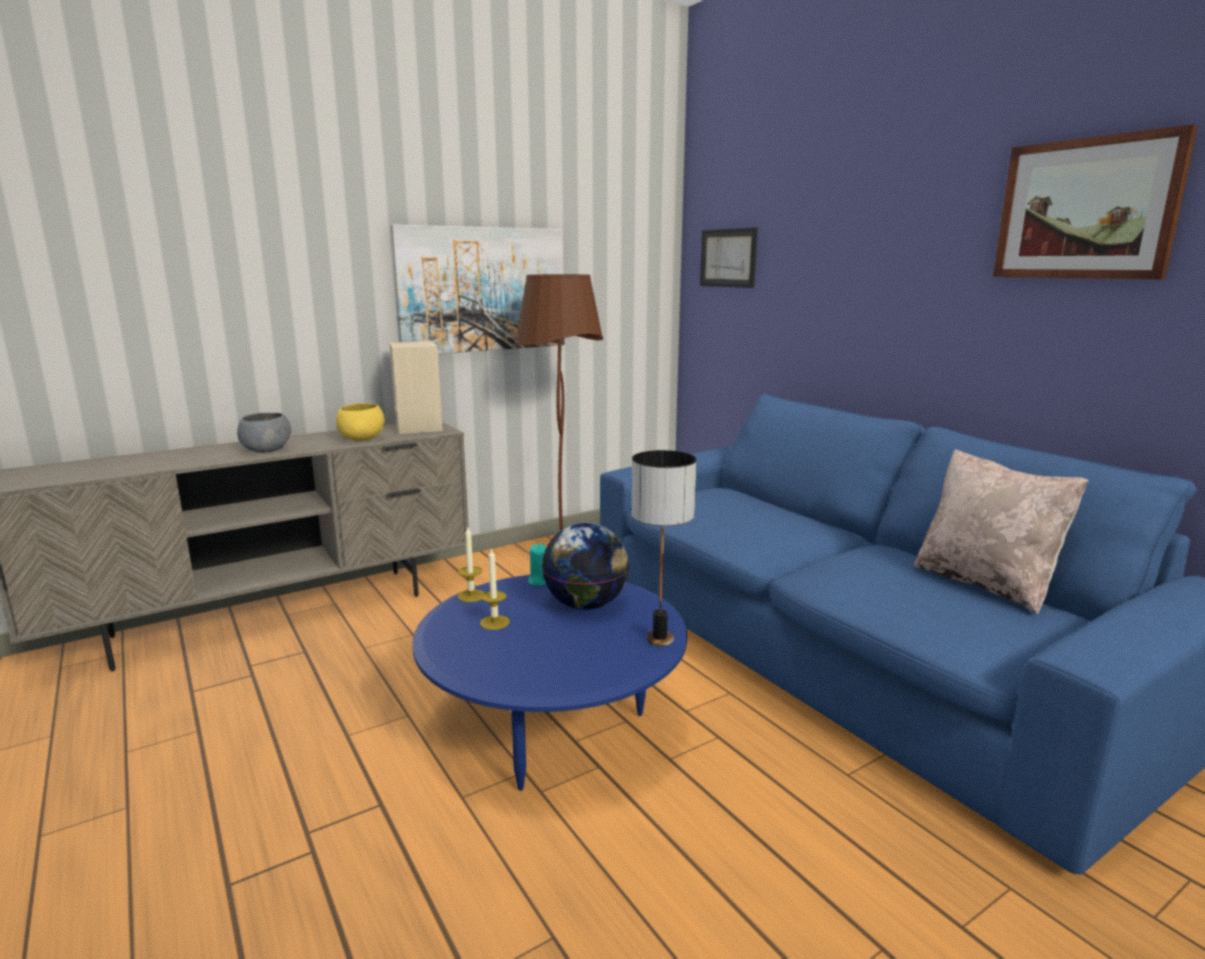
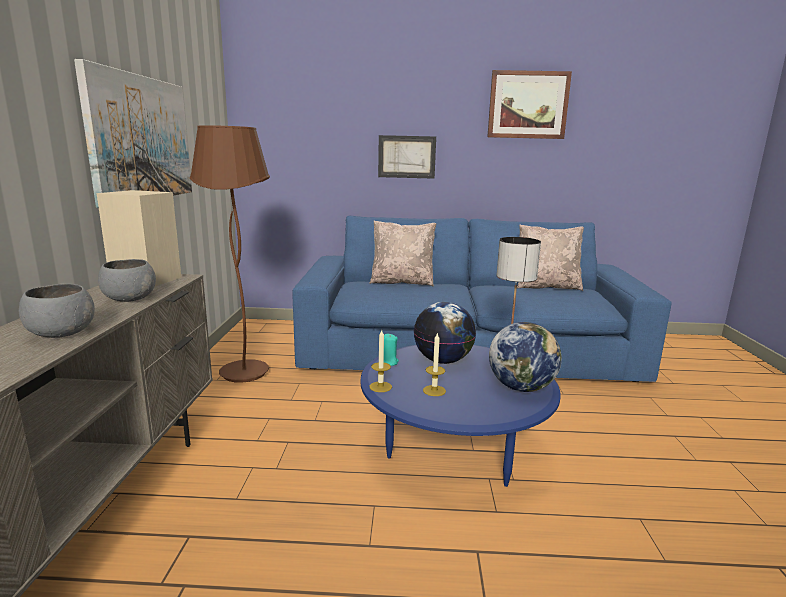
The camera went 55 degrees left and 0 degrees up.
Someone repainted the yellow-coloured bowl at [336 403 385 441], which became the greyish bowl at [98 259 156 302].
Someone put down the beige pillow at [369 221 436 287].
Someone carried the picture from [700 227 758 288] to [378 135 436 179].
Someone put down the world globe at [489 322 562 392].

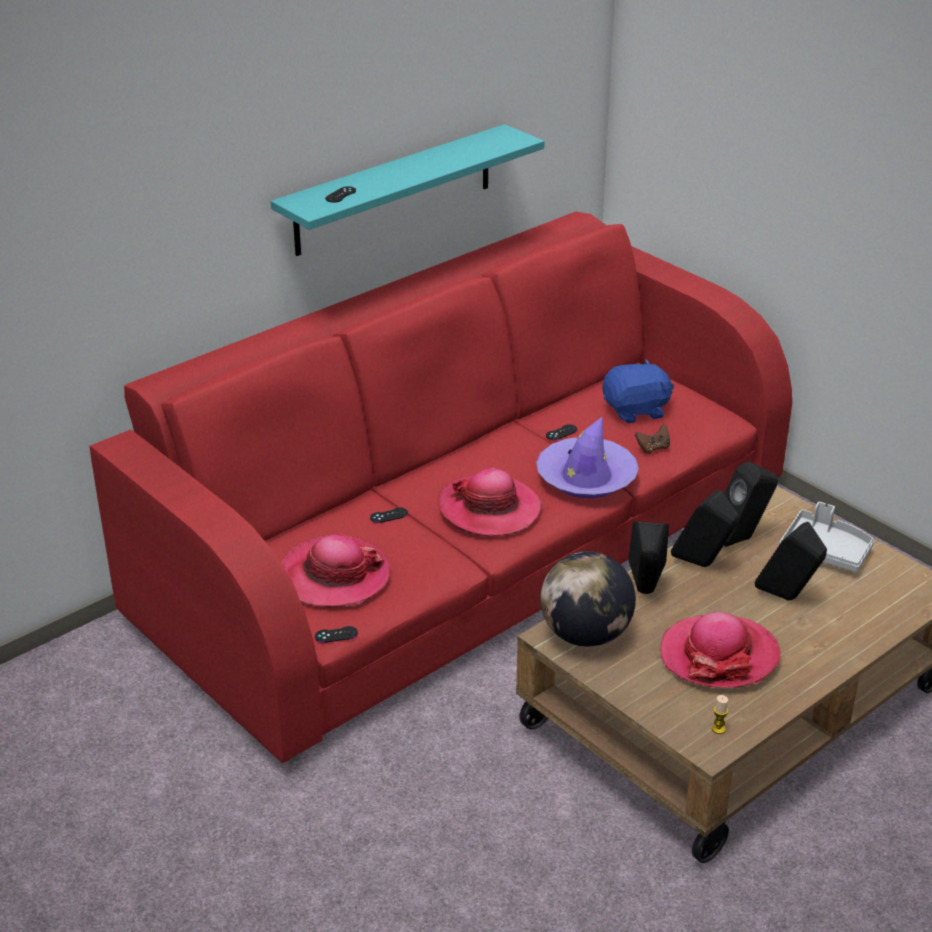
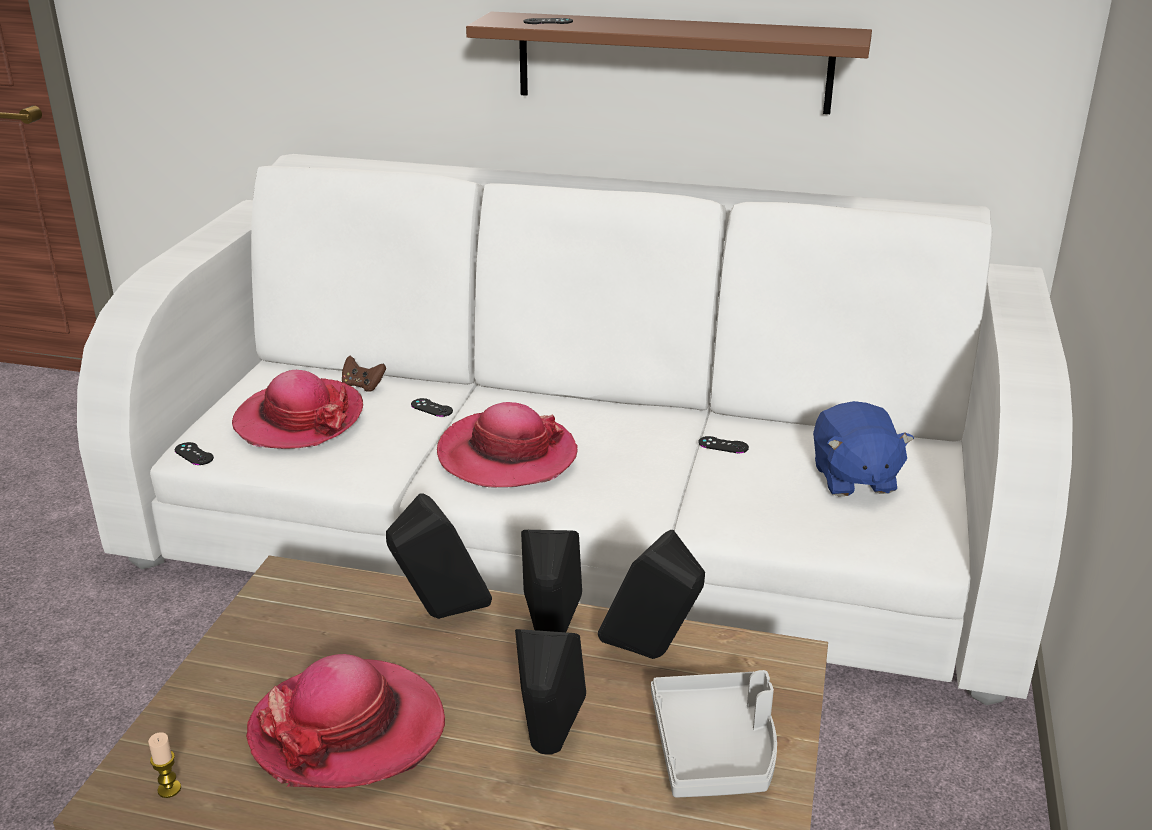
The camera went 55 degrees right and 5 degrees down.
Someone repainted the reddish couch at [90 212 792 763], which became the white couch at [77 154 1073 705].
Someone carried the brown game controller from [635 424 670 454] to [342 356 386 392].
Someone repainted the turquoise-coloured shelf at [271 124 545 256], which became the brown shelf at [466 12 872 114].
Someone rotated the blue-coloured plush toy at [602 359 674 423] by 45 degrees clockwise.
Someone took away the purple-coloured hat at [536 417 639 498].
Someone took away the world globe at [540 551 636 647].

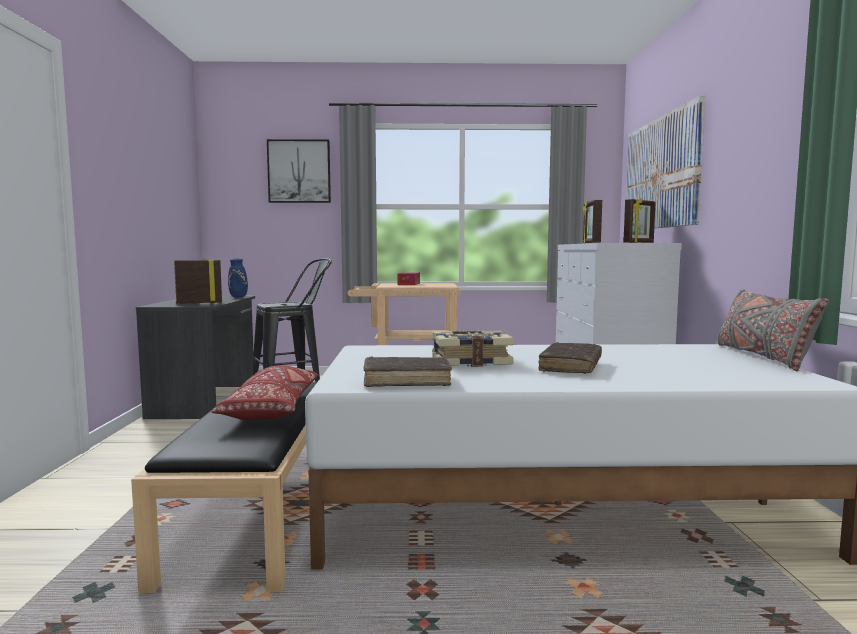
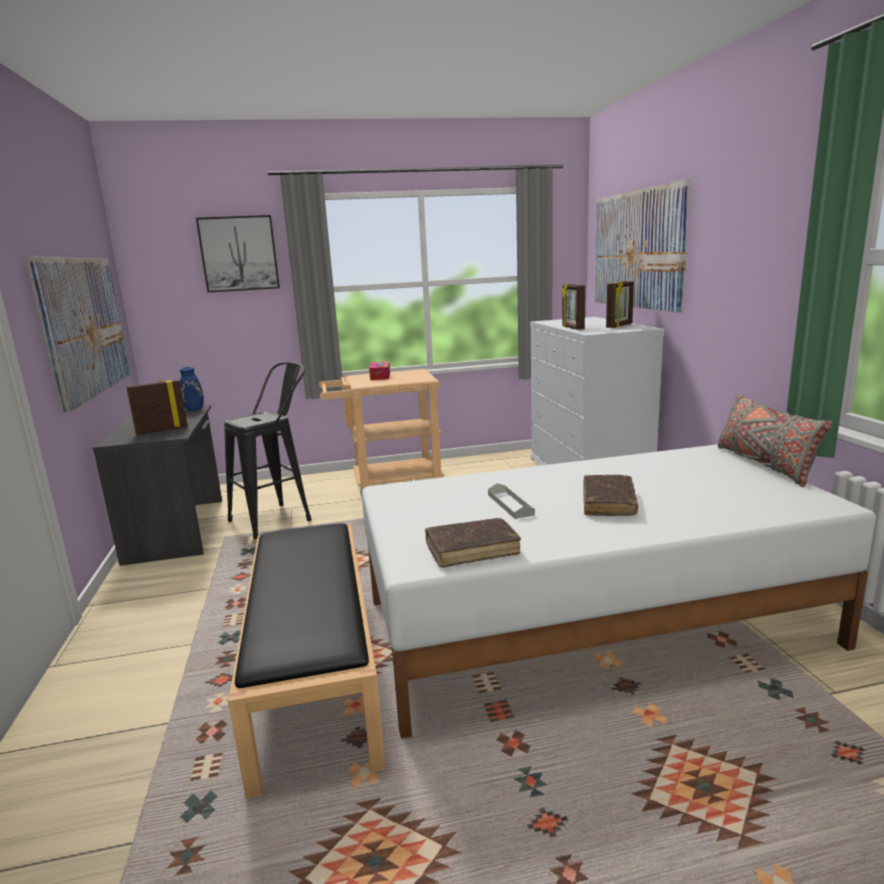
The camera went 10 degrees left and 10 degrees up.
Someone put up the picture at [25 256 131 413].
Someone swapped the bound book at [432 330 514 367] for the greyish carrying tray at [488 483 535 519].
Someone took away the reddish pillow at [212 365 318 420].

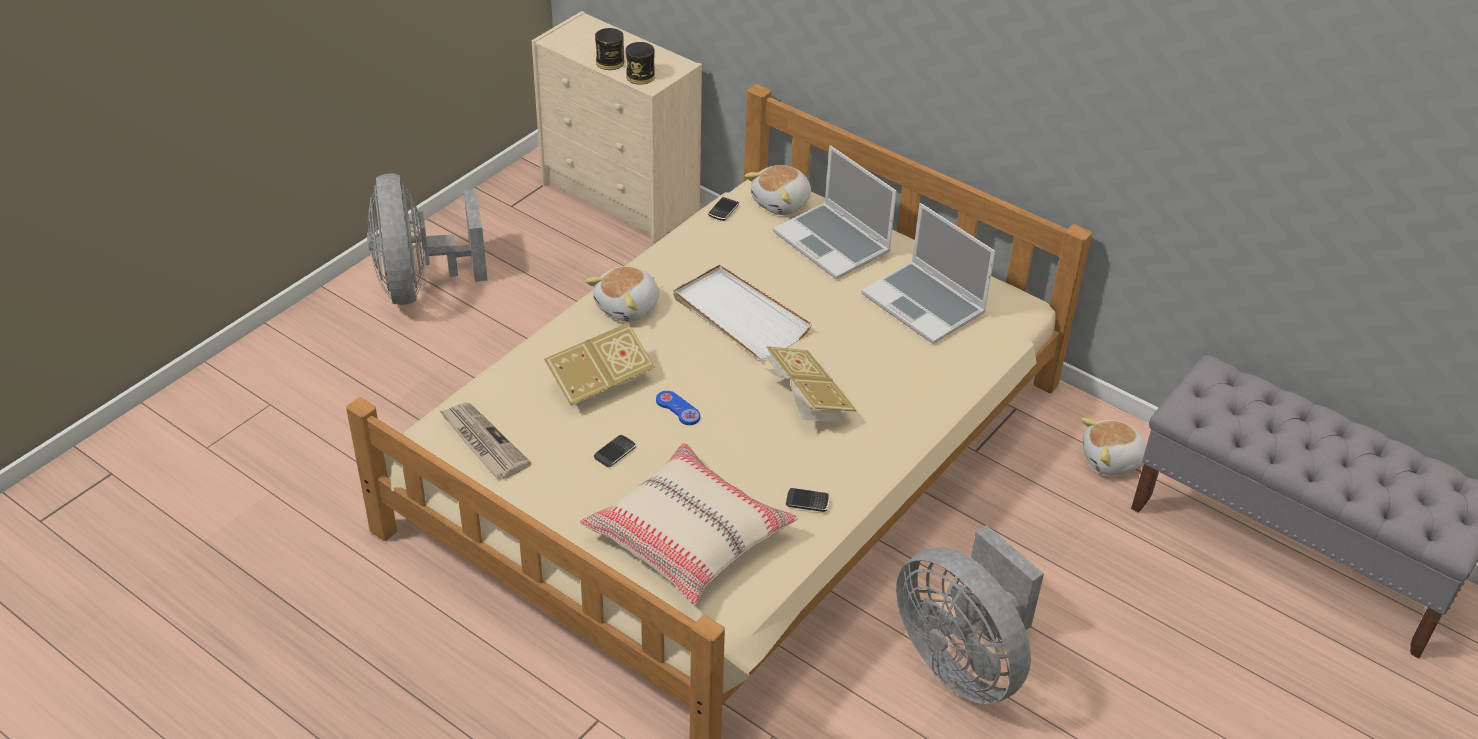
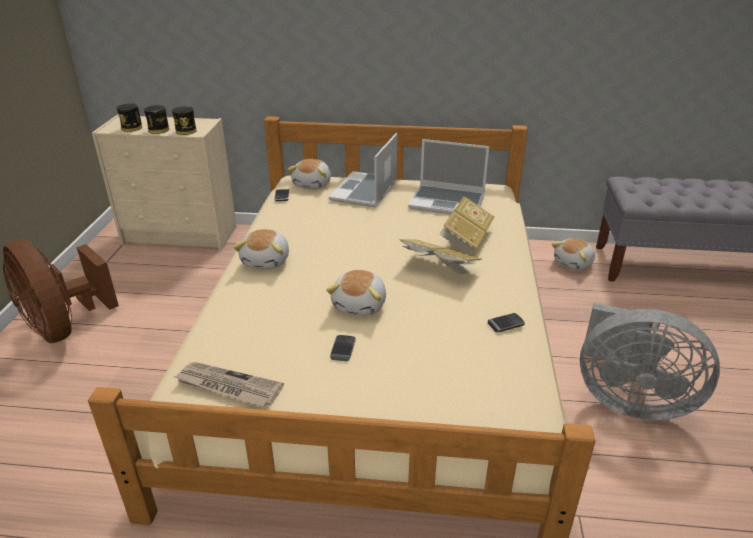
The camera went 30 degrees left and 10 degrees down.
Someone repainted the greyish fan at [367 173 488 305], which became the brown fan at [3 240 119 343].
Someone put down the sealed can at [116 103 142 132].
Someone swapped the blue-coloured game controller at [656 391 700 425] for the plush toy at [326 270 386 316].
Someone rotated the notebook computer at [773 145 897 279] by 90 degrees clockwise.
Someone carried the bound book from [544 323 655 409] to [439 196 494 255].
Someone took away the beige pillow at [580 443 798 605].
Someone took away the white carrying tray at [673 265 812 360].

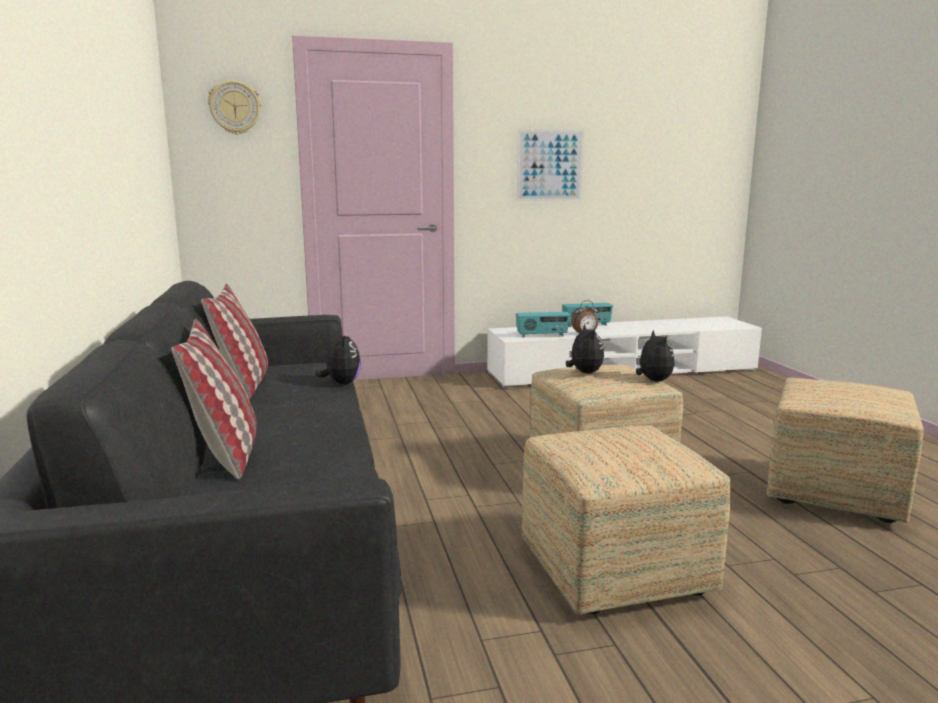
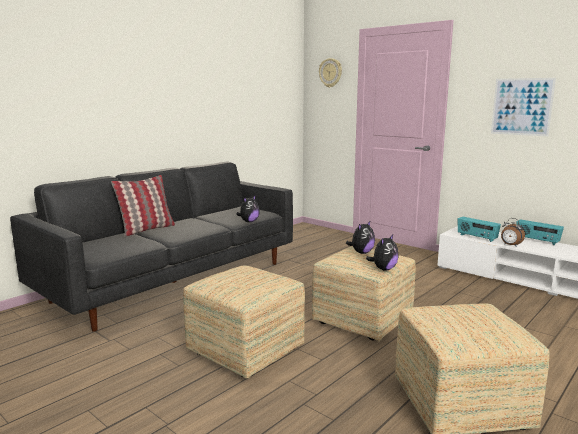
The camera went 55 degrees right and 0 degrees up.
Someone took away the pillow at [201 284 268 399].

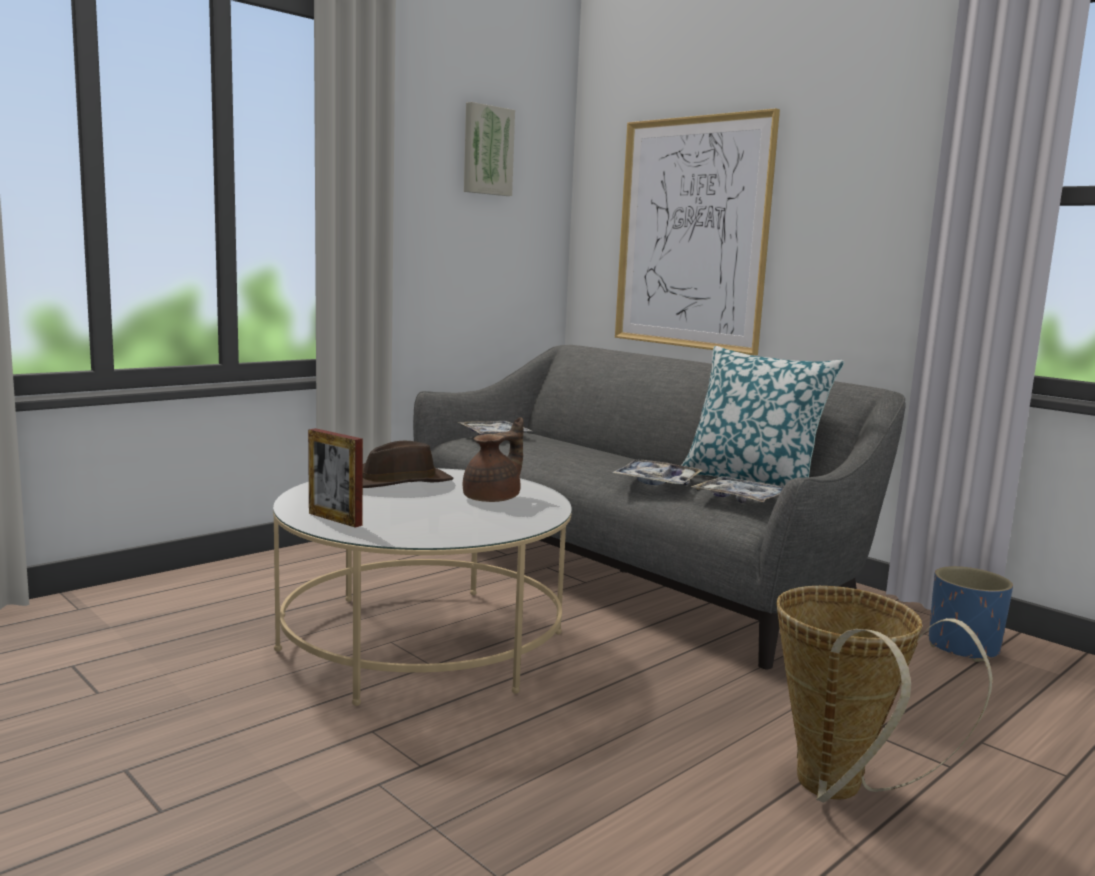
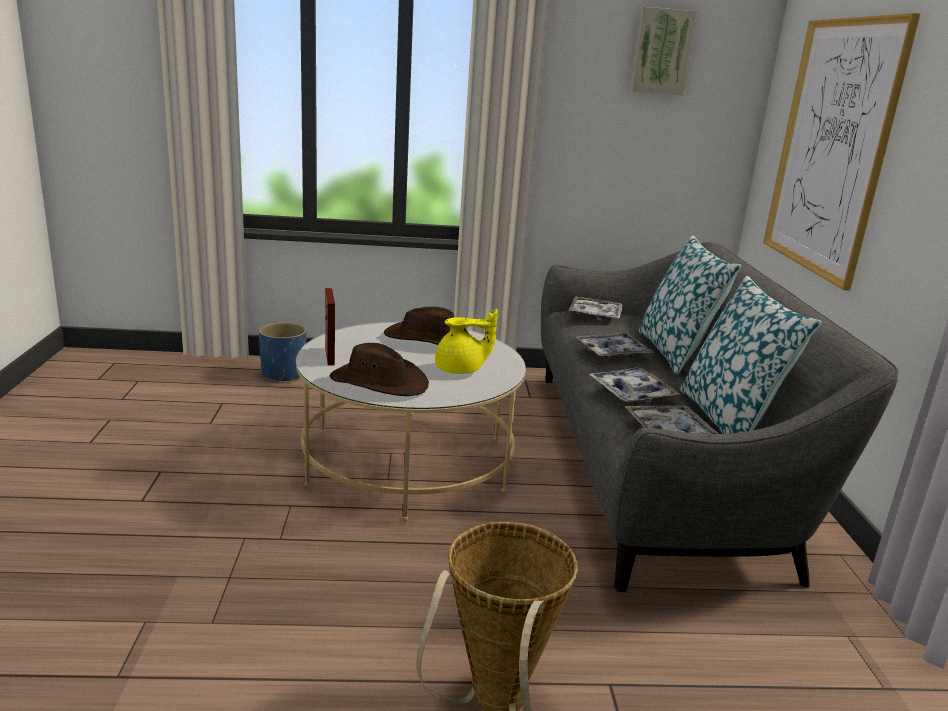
The camera went 40 degrees right and 10 degrees up.
Someone carried the blue-coloured flower pot from [929 566 1013 662] to [259 322 307 381].
Someone put down the brown hat at [330 343 429 396].
Someone repainted the brown pot for tea at [463 417 523 502], which became the yellow-coloured pot for tea at [435 309 498 374].
Someone put down the carrying tray at [576 333 654 357].
Someone put down the pillow at [638 235 741 375].

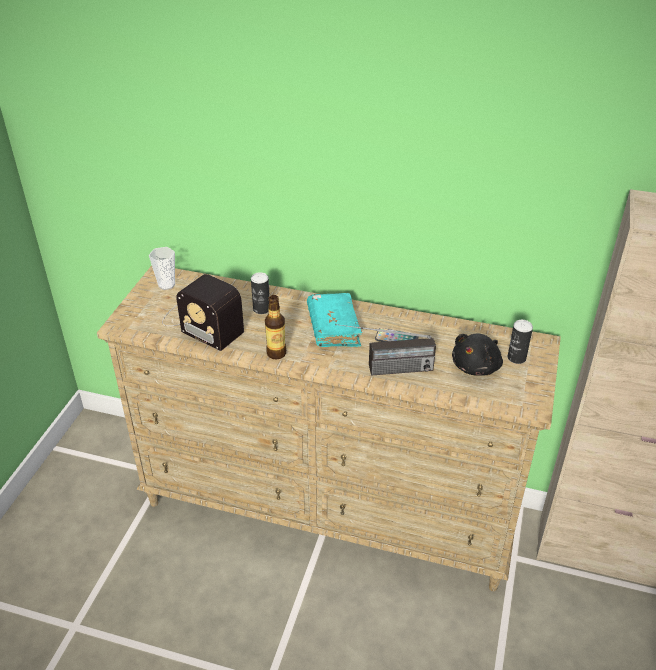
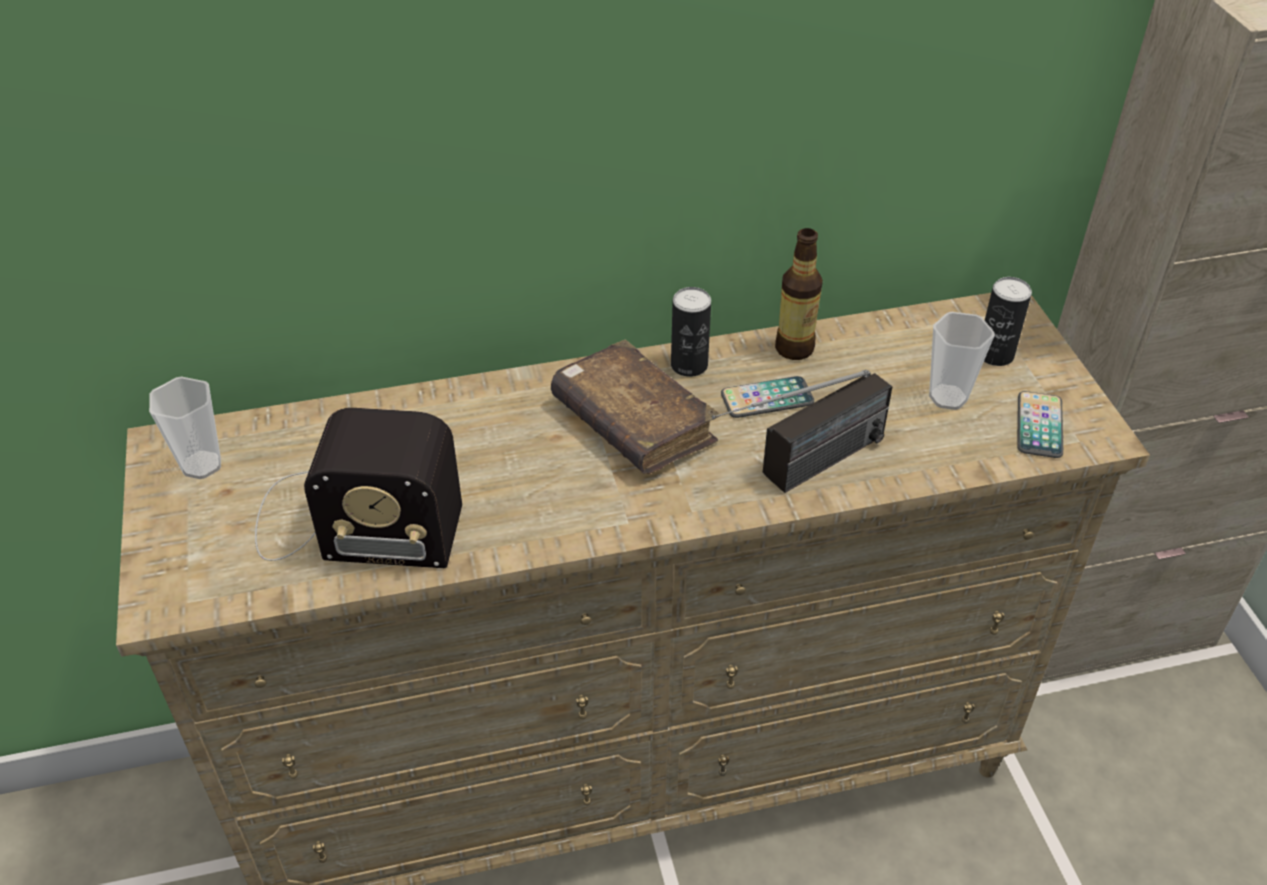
The camera went 30 degrees left and 5 degrees up.
Someone repainted the turquoise-coloured bound book at [307 293 362 347], which became the brown bound book at [551 340 720 474].
Someone carried the sealed can from [251 272 270 314] to [671 287 711 377].
Someone carried the bottle from [265 295 286 359] to [775 228 823 360].
Someone swapped the black plush toy at [452 333 503 376] for the cup at [929 312 995 410].
Someone put down the handset at [1017 391 1063 458].

